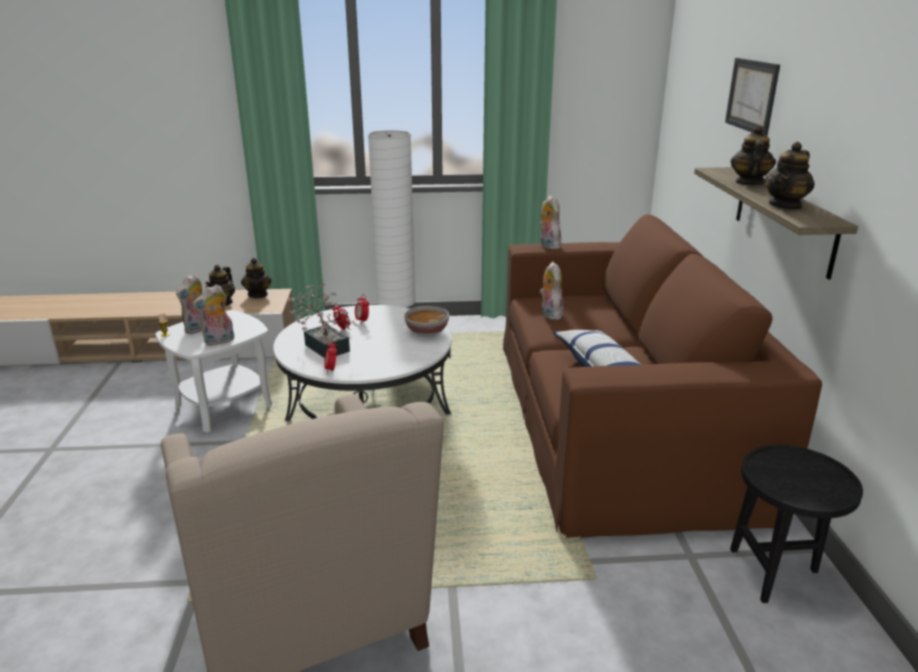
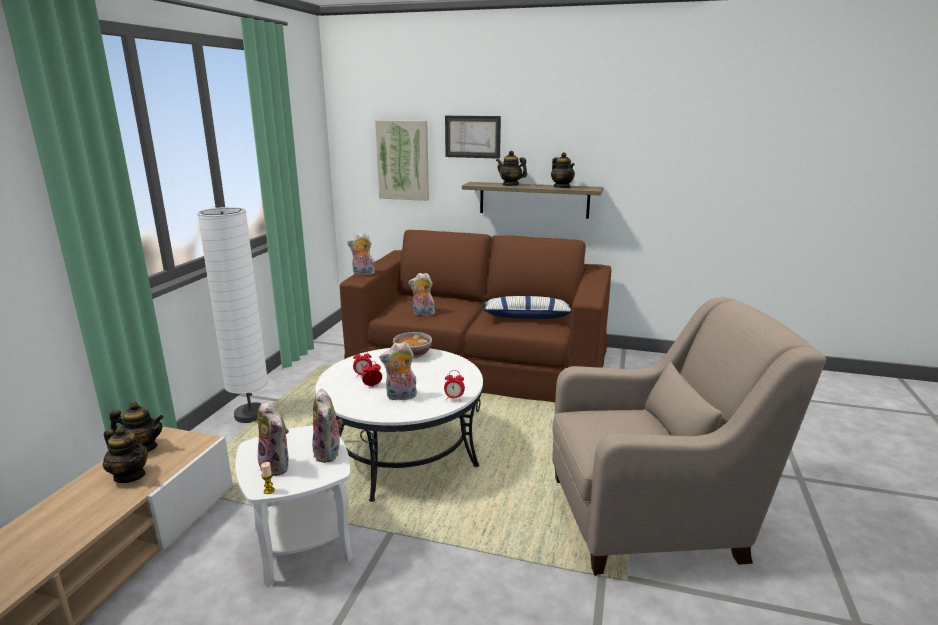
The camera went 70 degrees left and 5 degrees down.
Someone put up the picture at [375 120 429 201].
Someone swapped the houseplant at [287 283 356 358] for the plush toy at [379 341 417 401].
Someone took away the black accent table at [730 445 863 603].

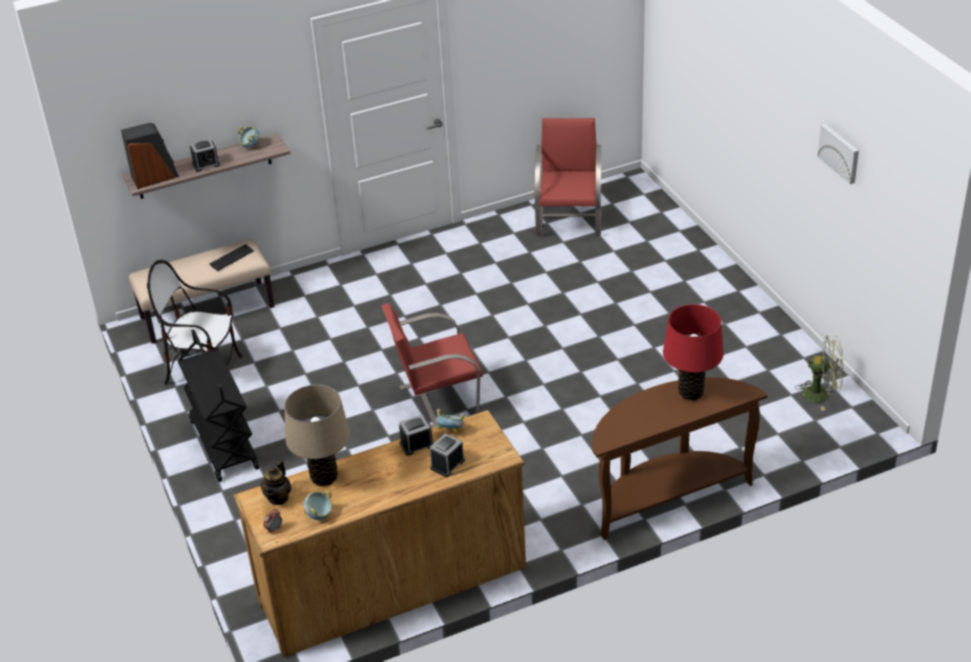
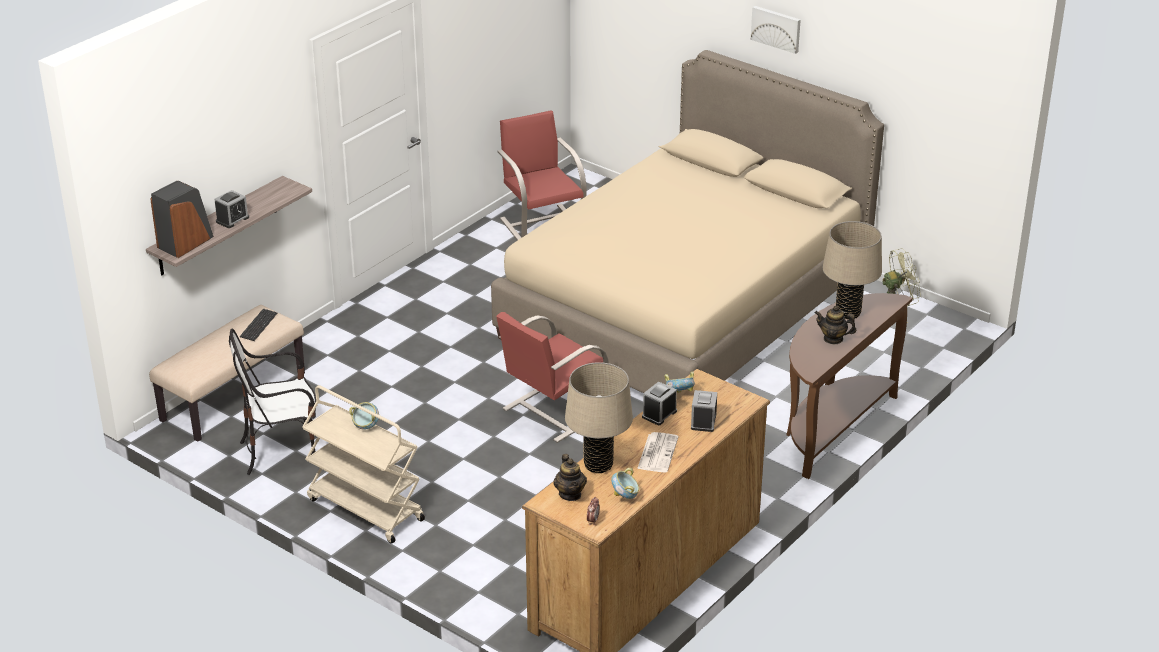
The camera went 30 degrees left and 5 degrees down.
Someone repainted the black trolley at [178 329 259 482], which became the beige trolley at [302 385 425 544].
Someone carried the bowl from [237 126 260 148] to [349 402 379 430].
Someone put down the beige sleeping bed at [491 50 884 393].
Someone put down the newspaper at [637 432 678 472].
Someone carried the picture from [818 124 859 184] to [751 6 801 54].
Someone put down the pot for tea at [815 306 856 344].
Someone repainted the reddish lamp for a table at [663 304 723 400], which became the beige lamp for a table at [823 221 882 320].

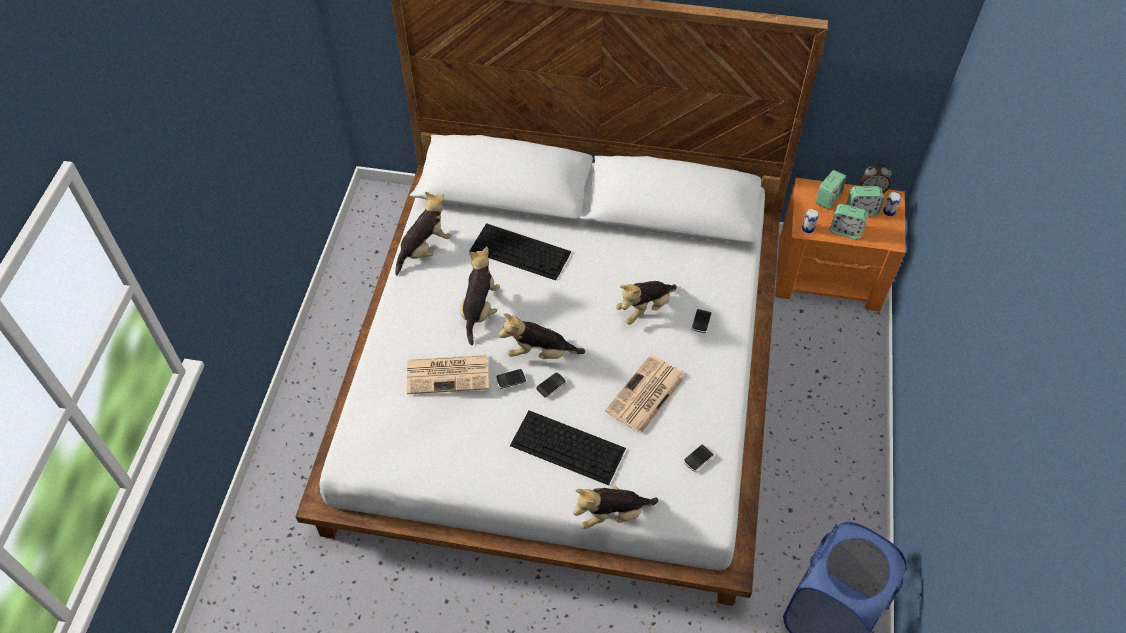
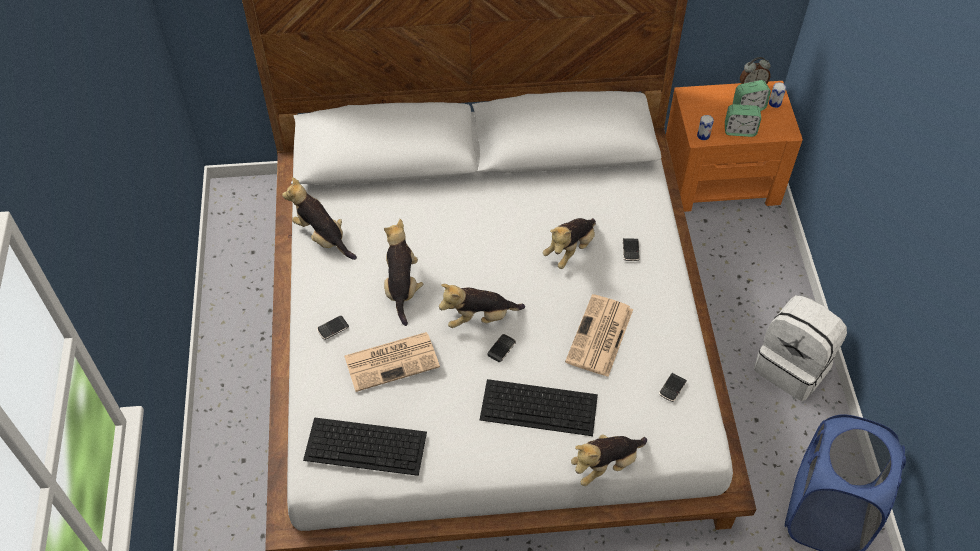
The camera went 15 degrees left and 0 degrees up.
Someone rotated the plush toy at [395 192 452 275] by 75 degrees counterclockwise.
Someone carried the computer keyboard from [470 223 571 280] to [303 417 427 476].
Someone carried the handset from [496 369 526 389] to [317 316 349 340].
Someone put down the white rucksack at [754 295 847 401].
Someone took away the alarm clock at [816 170 847 209].

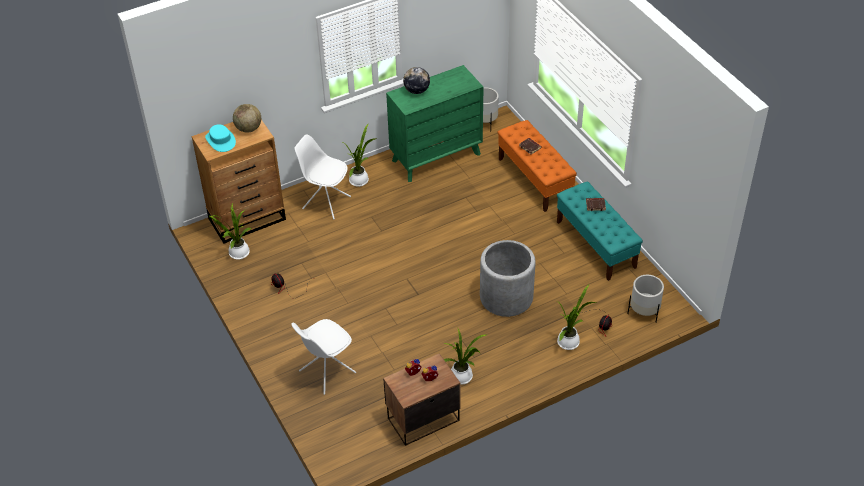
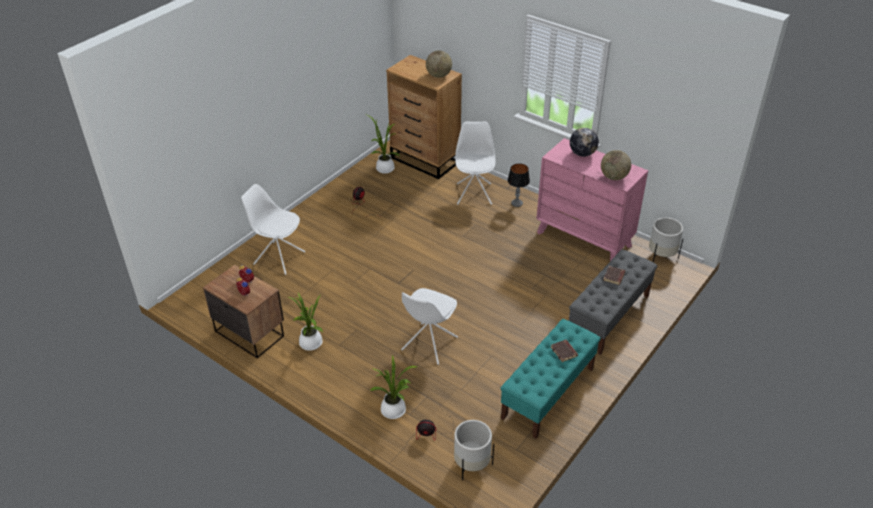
The camera went 65 degrees right and 5 degrees down.
Someone swapped the greyish flower pot at [480 240 535 317] for the white plain chair at [401 288 458 365].
Someone swapped the houseplant at [343 124 377 187] for the lamp for a table at [508 163 530 207].
Someone repainted the greenish drawer chest at [386 65 484 182], which became the pinkish drawer chest at [536 138 648 261].
Someone repainted the orange bench at [498 120 577 212], which became the greyish bench at [569 249 657 355].
Someone put down the world globe at [601 150 631 180].
Someone took away the turquoise-coloured hat at [205 124 236 152].

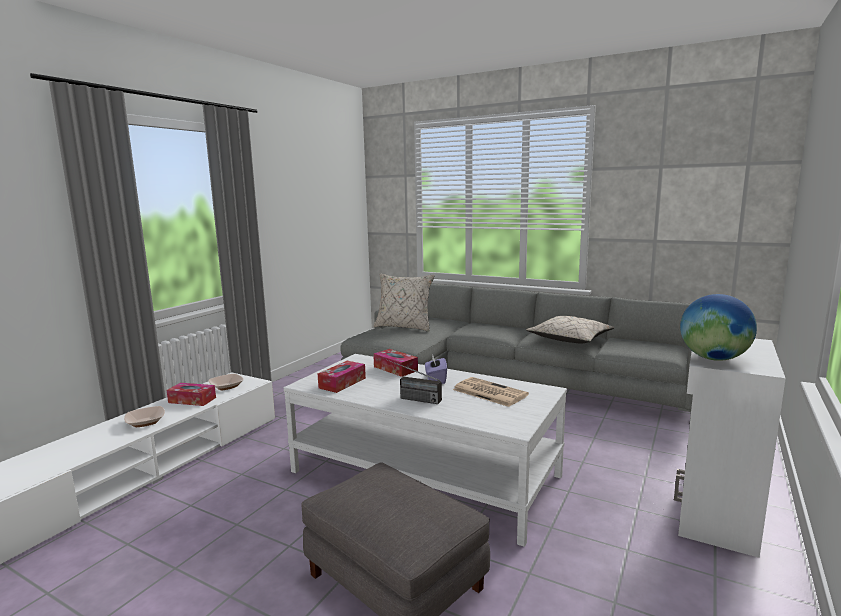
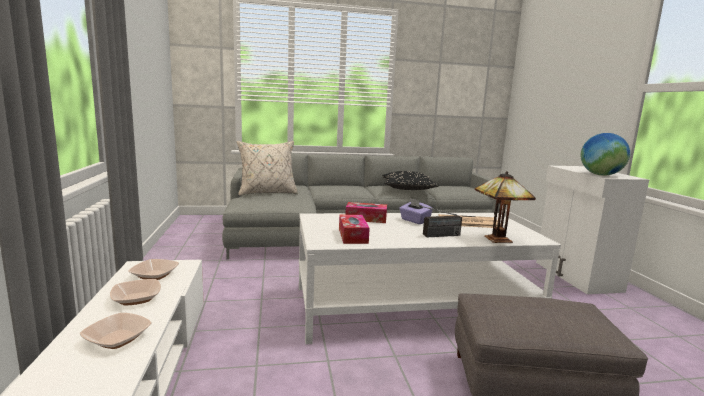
The camera went 40 degrees left and 0 degrees up.
Someone swapped the box of tissues at [167 383 216 406] for the bowl at [110 279 161 305].
Someone repainted the beige pillow at [526 316 614 344], which became the black pillow at [383 171 439 190].
Someone put down the lamp for a table at [475 171 536 243].

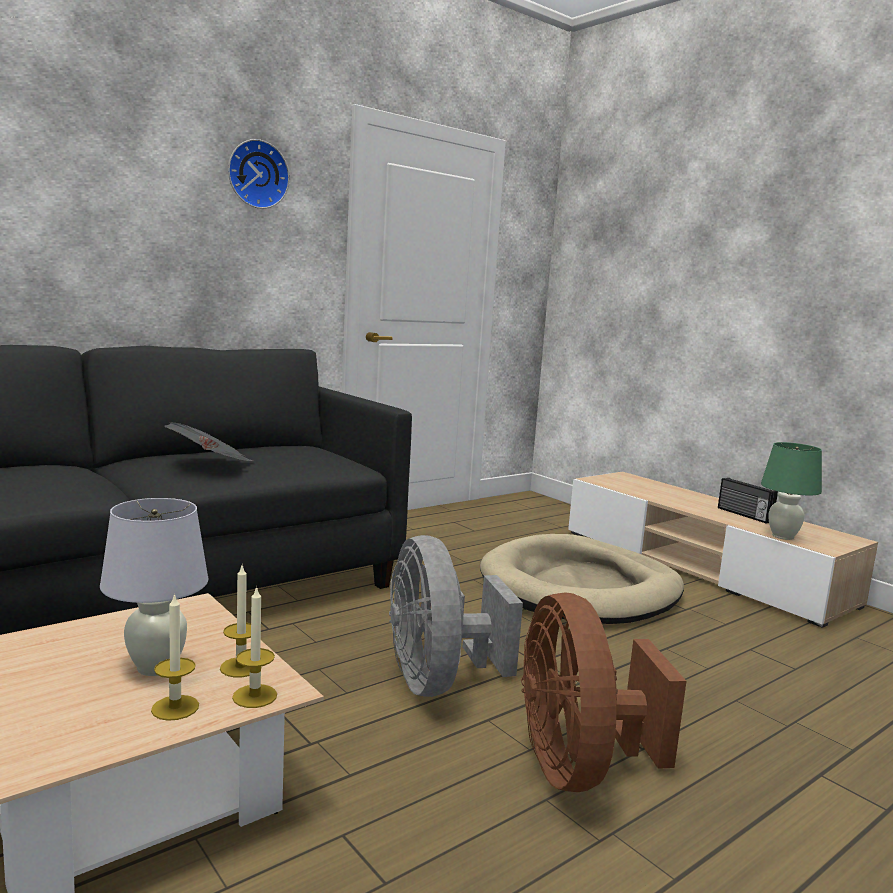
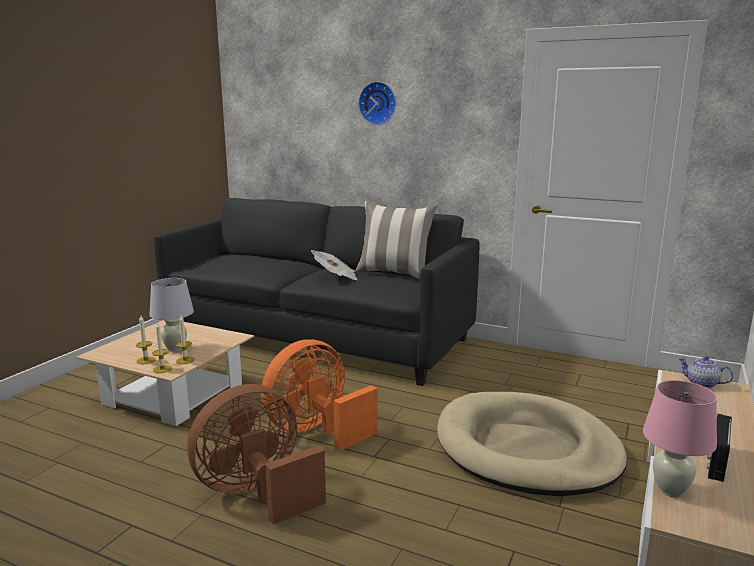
The camera went 65 degrees right and 5 degrees up.
Someone repainted the greyish fan at [389 535 523 697], which became the orange fan at [261 340 377 451].
Someone put down the pillow at [355 201 437 279].
Someone carried the hanging clock from [228 139 290 209] to [358 81 396 125].
Someone repainted the greenish lamp for a table at [761 442 822 540], which became the pinkish lamp for a table at [643 380 717 497].
Someone put down the pot for tea at [678 356 733 388].

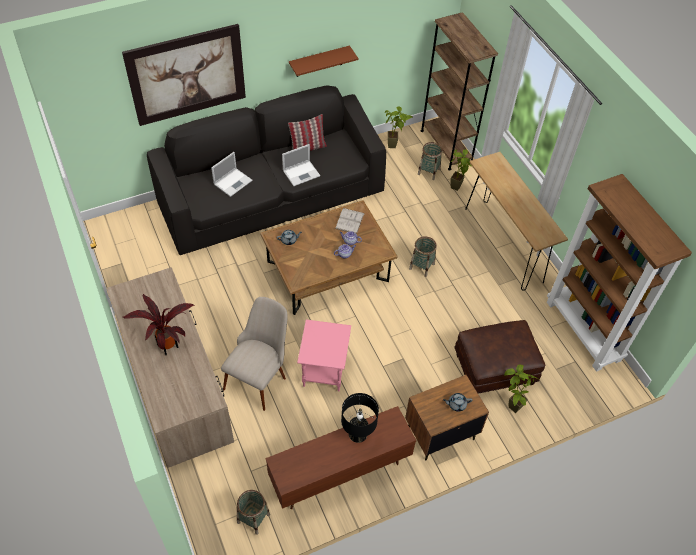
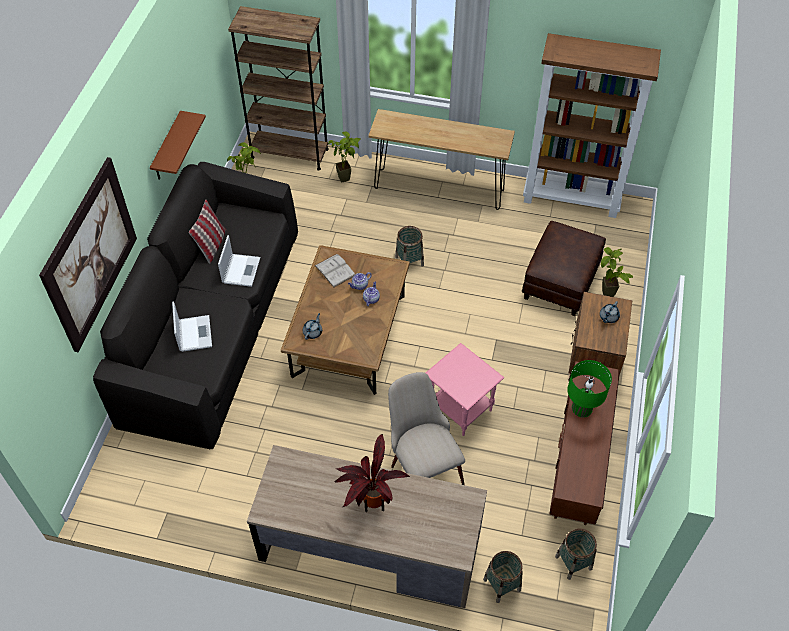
The camera went 50 degrees left and 0 degrees up.
Someone carried the household basket from [418 142 443 180] to [483 551 523 603].
Someone repainted the black lamp for a table at [341 393 379 443], which became the greenish lamp for a table at [567 360 612 418].

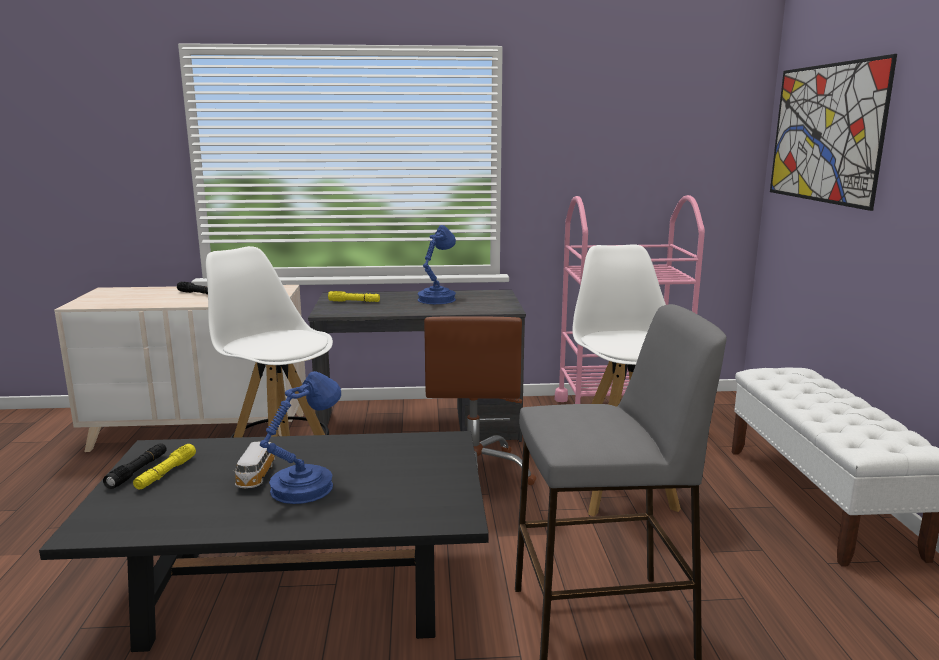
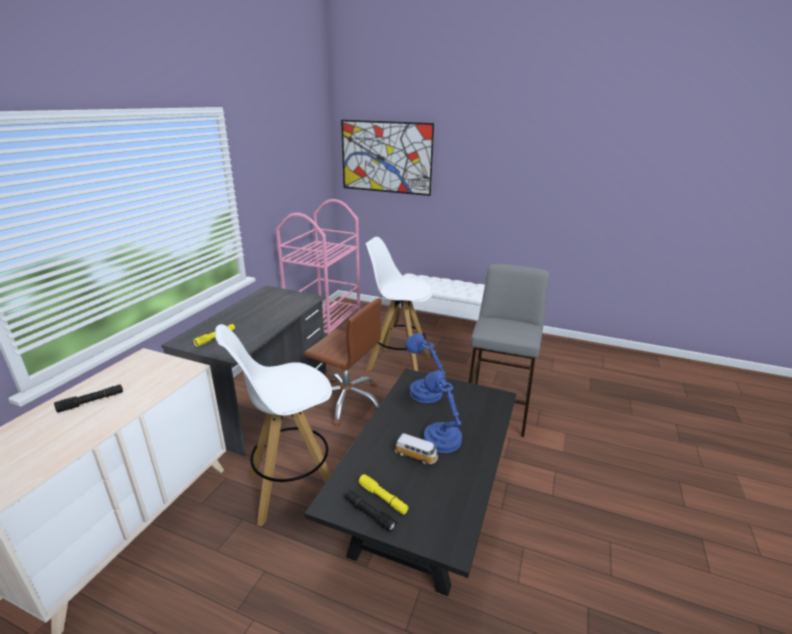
The camera went 65 degrees left and 10 degrees up.
Someone carried the blue-coloured lamp for a table from [418 225 456 304] to [405 333 446 403].

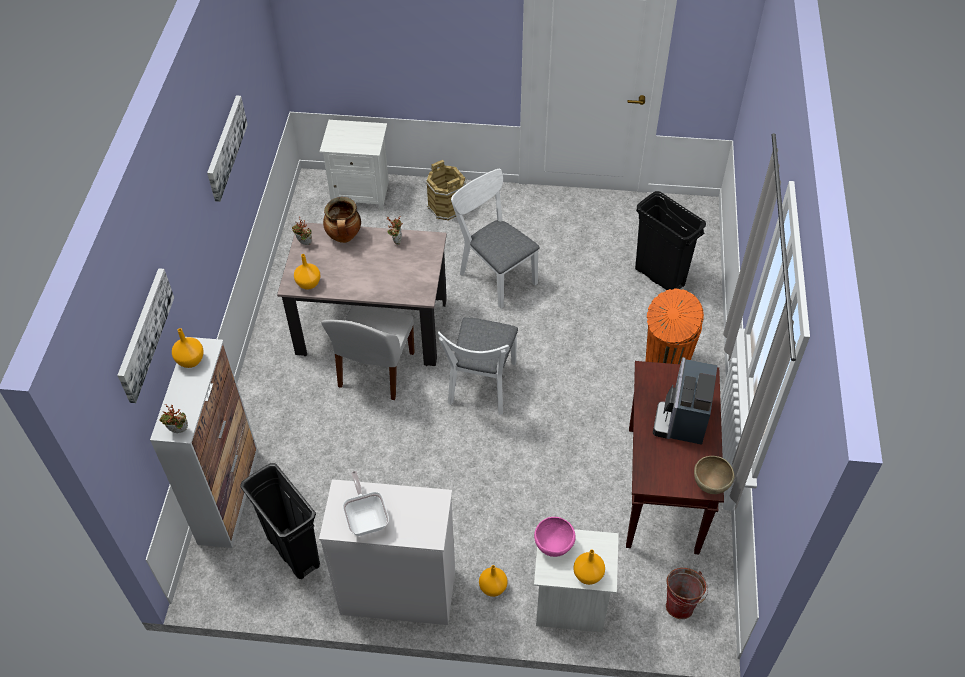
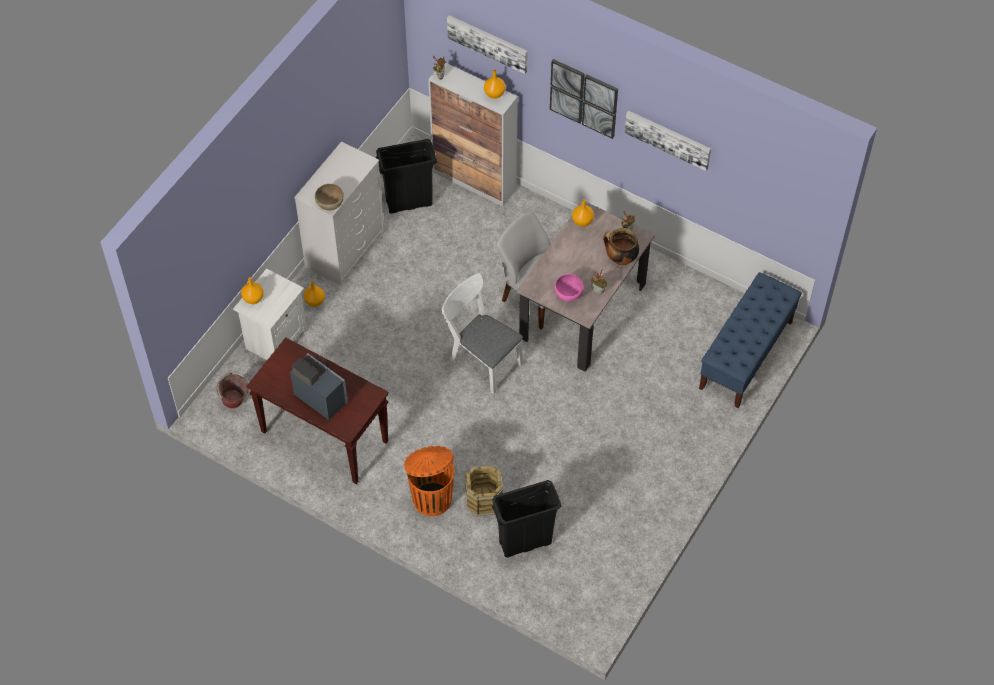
The camera went 115 degrees right and 5 degrees up.
Someone carried the brown bowl from [694 456 734 494] to [315 184 344 211].
Someone carried the brown pail from [426 160 466 221] to [465 465 503 517].
Someone put up the picture at [550 59 618 139].
Someone carried the pinkish bowl from [534 517 576 557] to [554 274 584 301].
Someone swapped the white bedside table at [320 120 389 211] for the blue-coloured bench at [699 272 802 408].
Someone took away the pan at [343 471 389 536].
Someone took away the white plain chair at [451 169 540 309].

